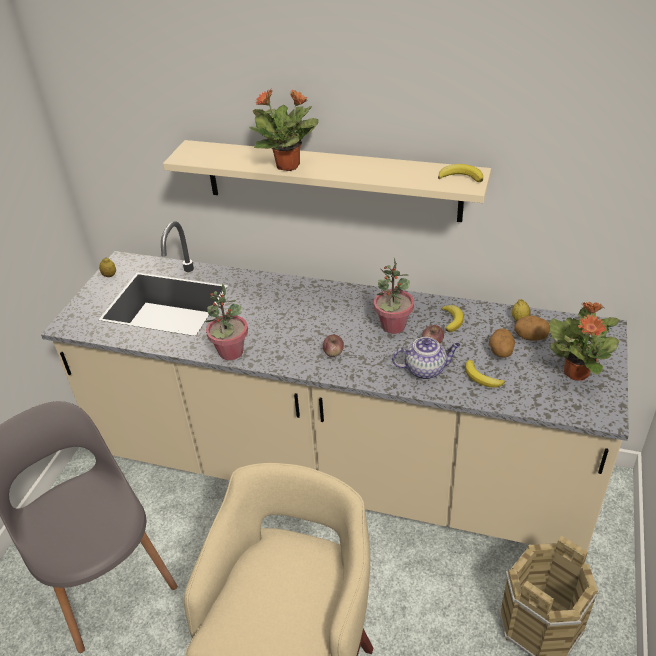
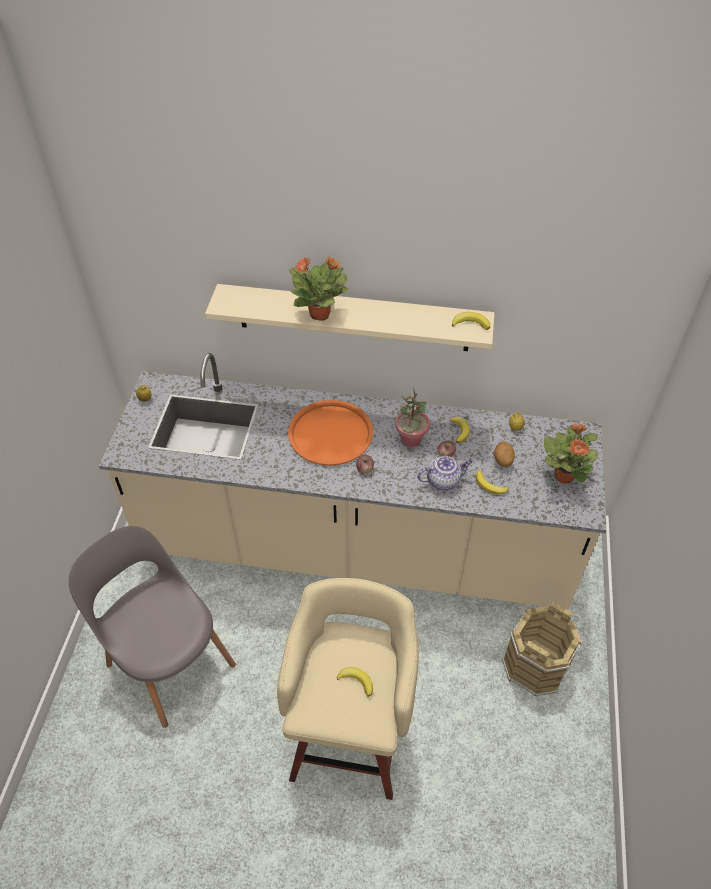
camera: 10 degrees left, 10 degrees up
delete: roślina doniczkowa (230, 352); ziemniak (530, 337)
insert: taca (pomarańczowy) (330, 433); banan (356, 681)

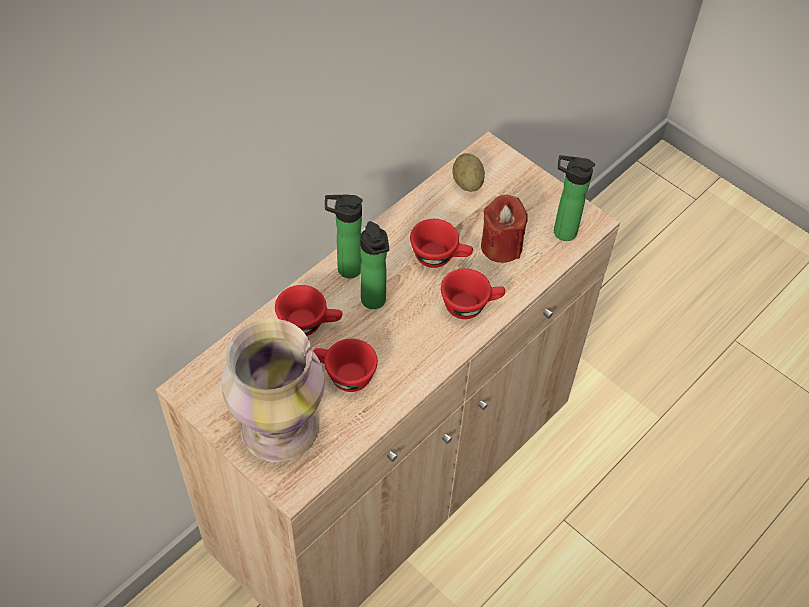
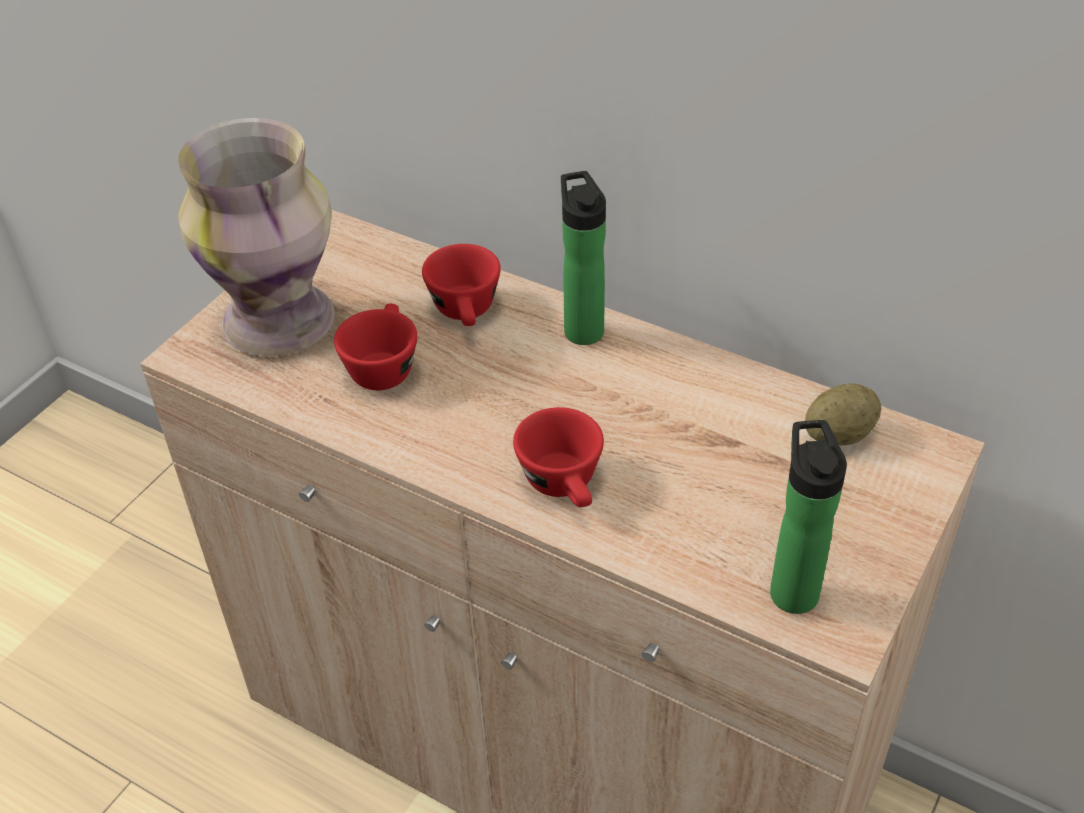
camera: 80 degrees right, 10 degrees down
delete: butelka (374, 303); filiżanka (czerwony) (440, 257); świeca (czerwony) (501, 246)

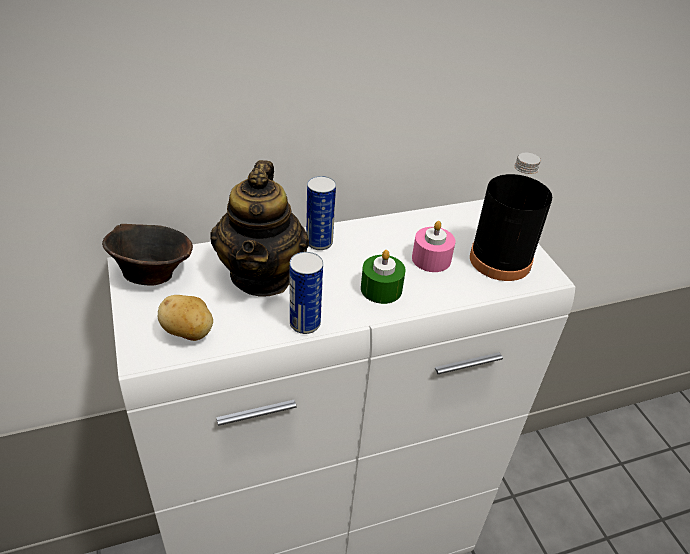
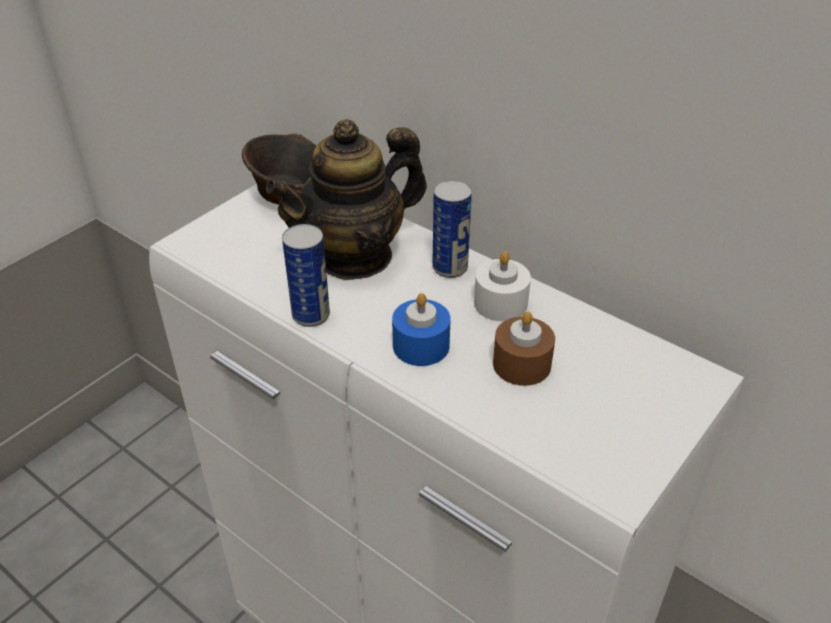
camera: 60 degrees right, 0 degrees up
delete: ziemniak (189, 333); butelka (czarny) (500, 260)
insert: świeca (biały) (500, 303)
recolor: świeca (zielony) (381, 289) to świeca (niebieski) (421, 346); świeca (różowy) (431, 259) to świeca (brązowy) (521, 364)

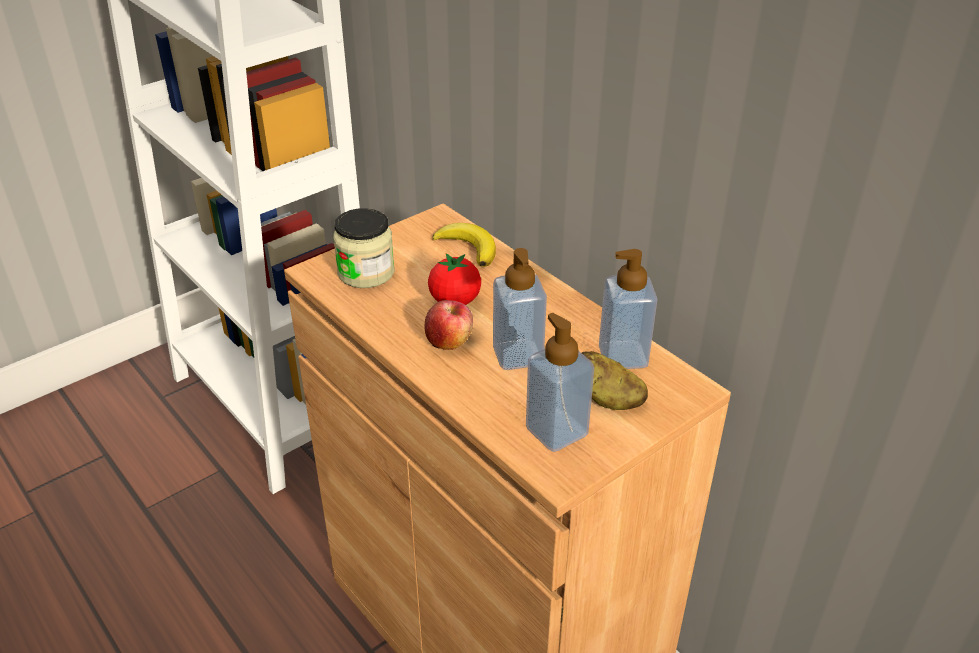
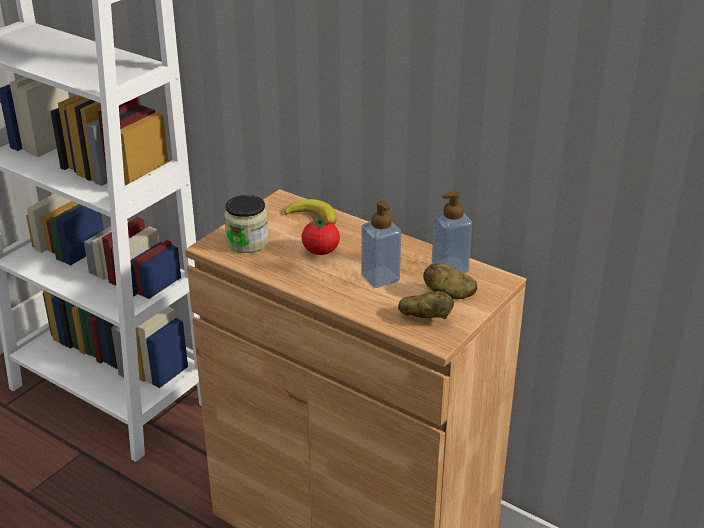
camera: 15 degrees left, 5 degrees down
delete: jabłko (449, 341)
replace: dozownik mydła (556, 431) to ziemniak (425, 317)

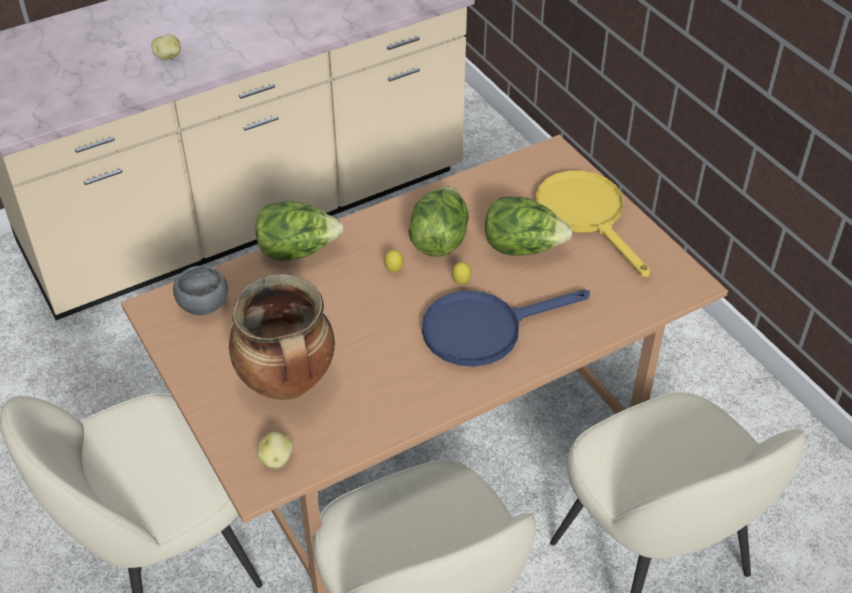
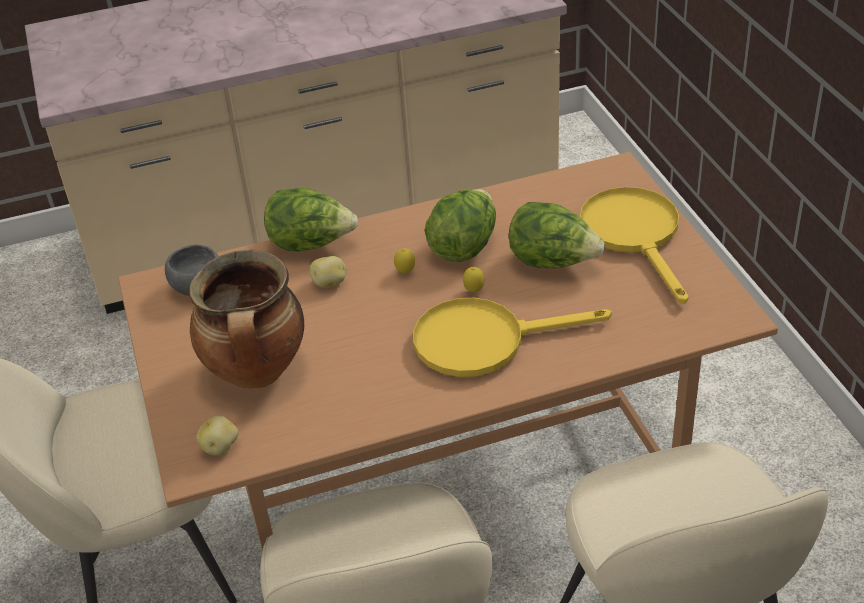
camera: 15 degrees right, 5 degrees down
move: ziemniak (168, 57) to (330, 283)
recolor: patelnia (niebieski) (484, 329) to patelnia (żółty) (484, 340)

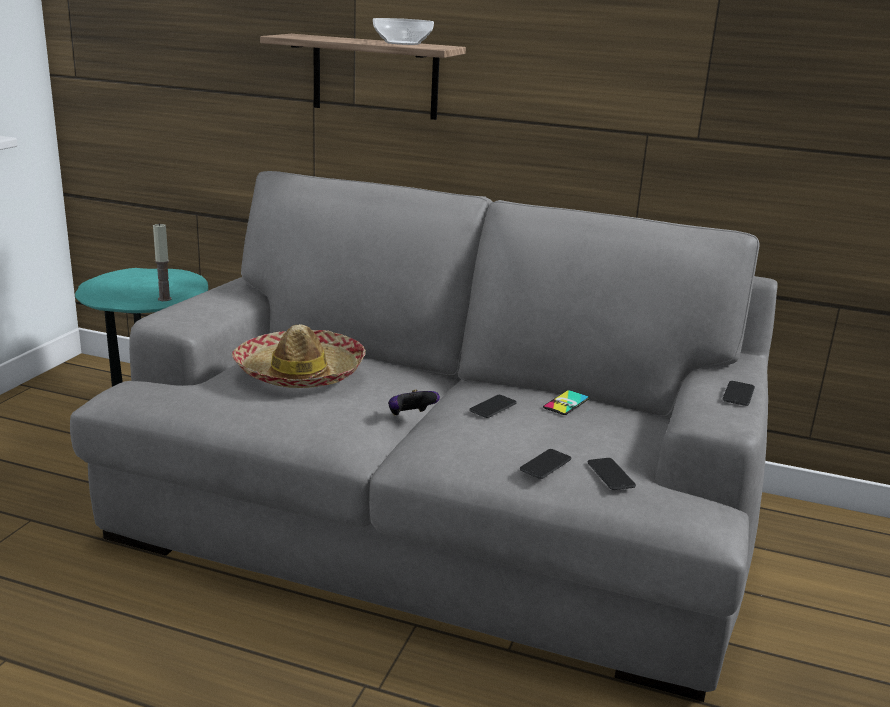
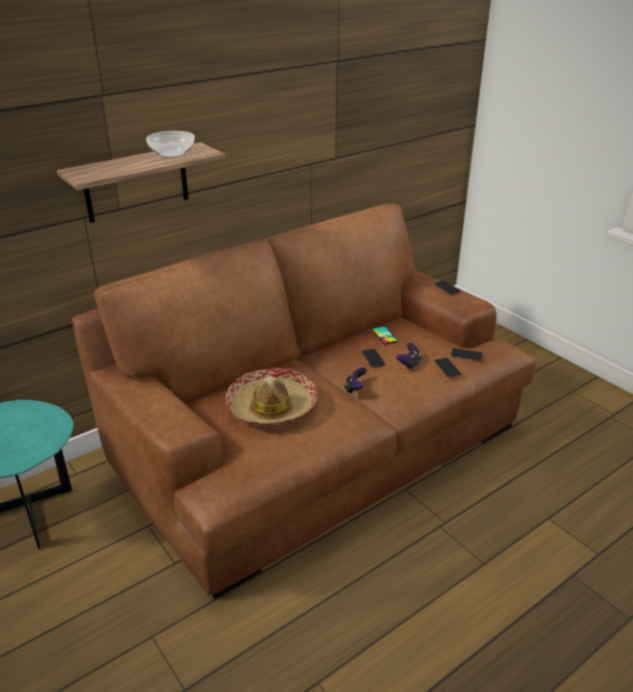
camera: 55 degrees left, 10 degrees up
delete: świeca (164, 299)
insert: pad do gier (409, 364)
recolor: kanapa (szary) (437, 516) to kanapa (brązowy) (315, 441)

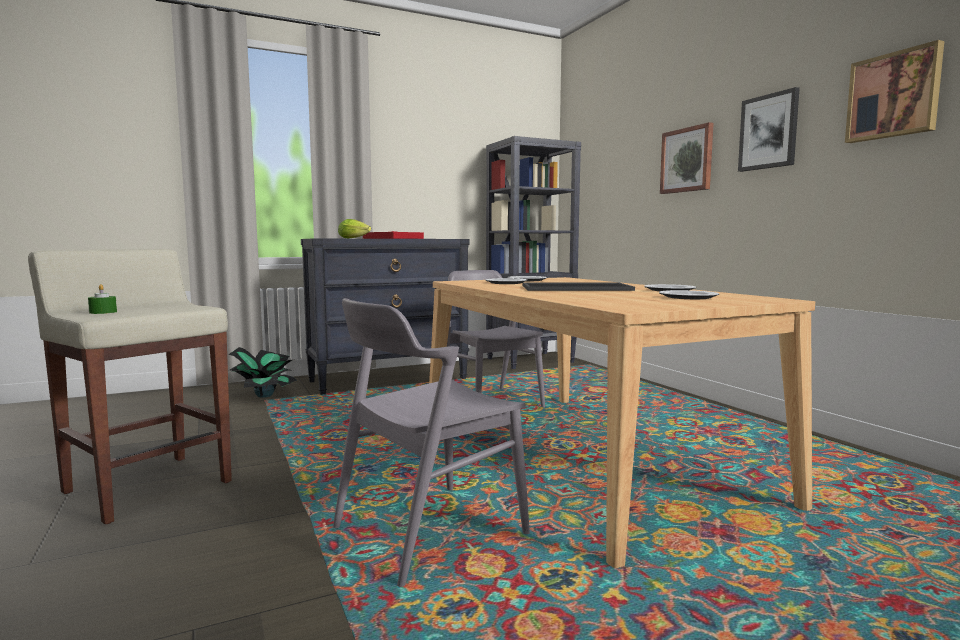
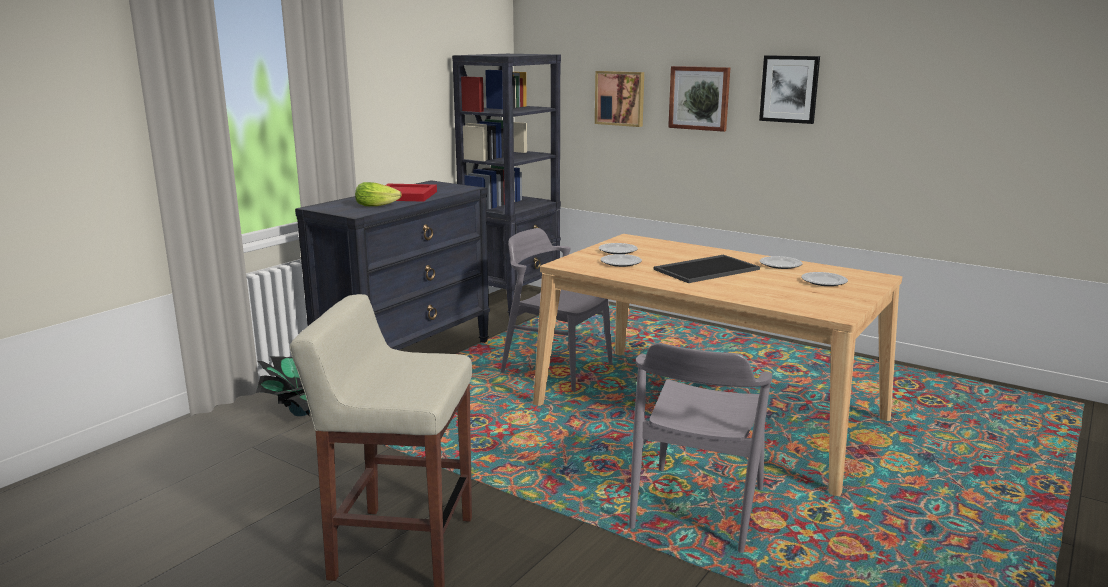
camera: 30 degrees left, 10 degrees up
delete: świeca (zielony) (103, 312)
move: obraz (894, 95) to (620, 98)

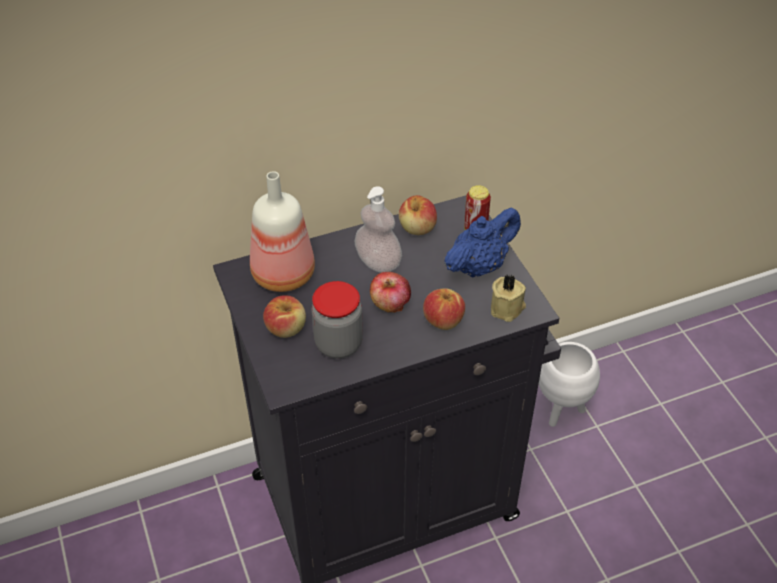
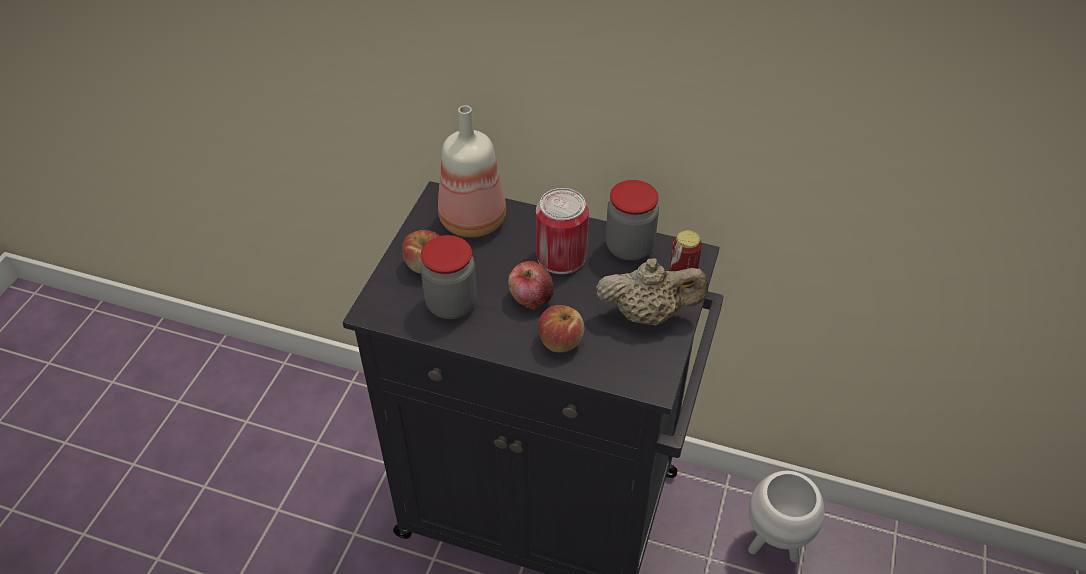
camera: 40 degrees right, 0 degrees up
delete: świeca (beżowy) (508, 308)
replace: dozownik mydła (378, 262) to puszka (561, 256); jabłko (417, 228) to słoik (629, 247)
recolor: imbryk (niebieski) (479, 265) to imbryk (beżowy) (648, 314)

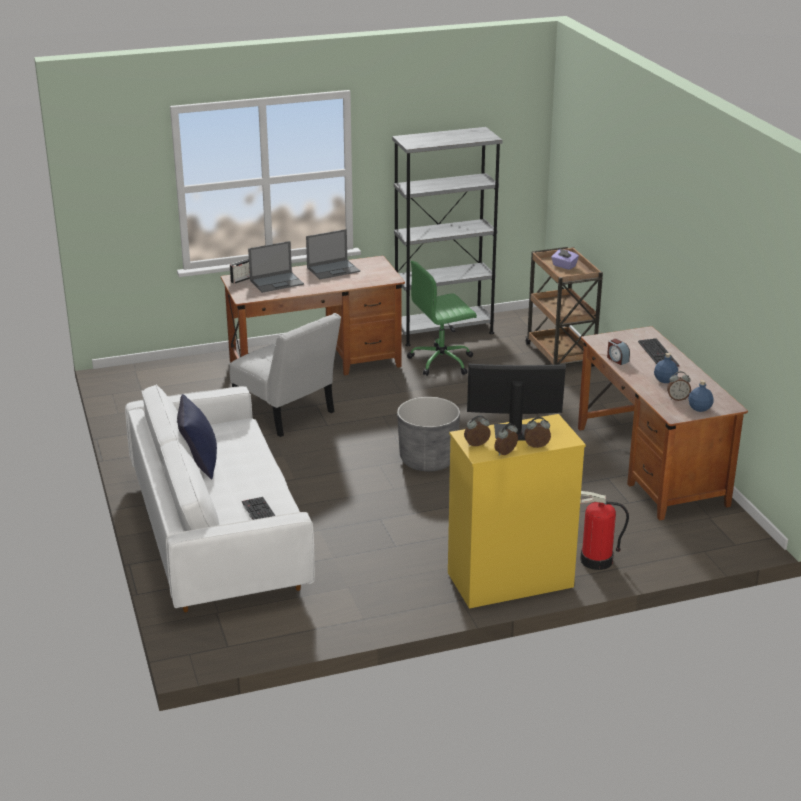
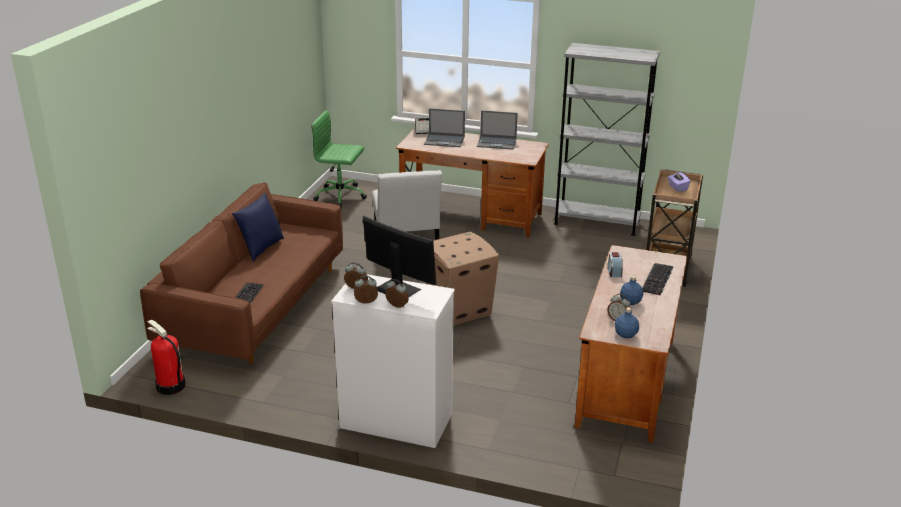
camera: 35 degrees right, 0 degrees up
move: krzesło biurowe (zielony) (442, 361) to (341, 196); gaśnica (596, 560) to (170, 386)
replace: donica (szary) (428, 460) to karton (458, 310)
recolor: kanapa (biały) (219, 534) to kanapa (brązowy) (256, 306); komoda (żółty) (509, 580) to komoda (biały) (395, 421)

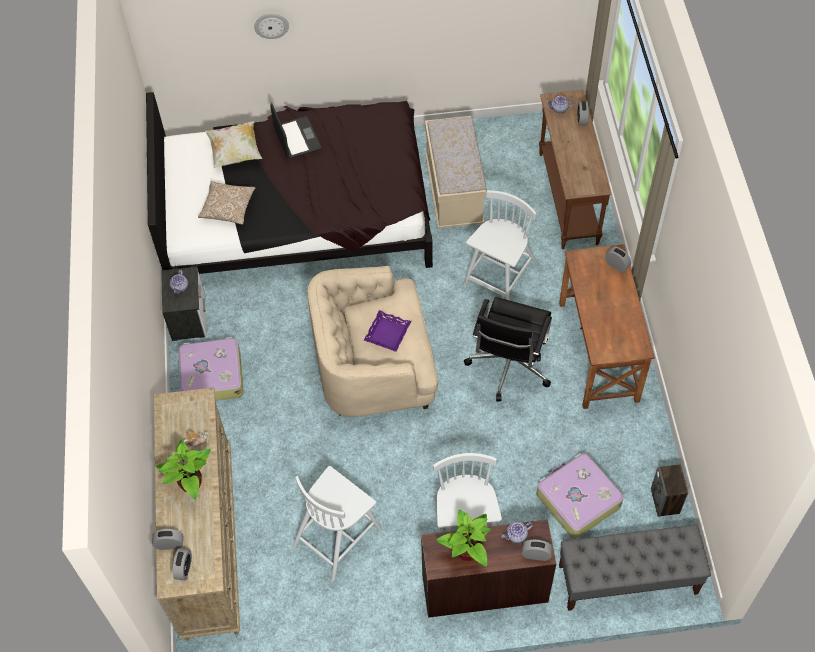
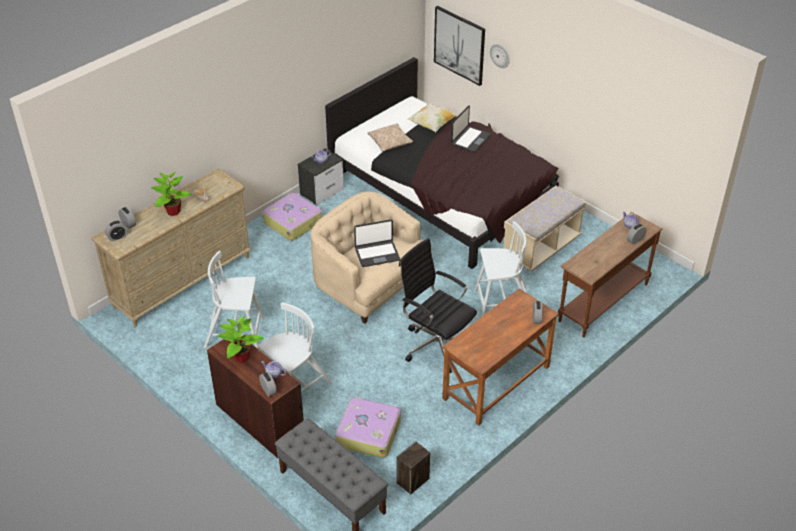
camera: 50 degrees right, 15 degrees down
insert: obraz (459, 45)
replace: taca (fioletowy) (387, 333) to laptop (377, 254)
rotate: krzesło biurowe (czarny) (509, 366) = (436, 344) 60 degrees clockwise

